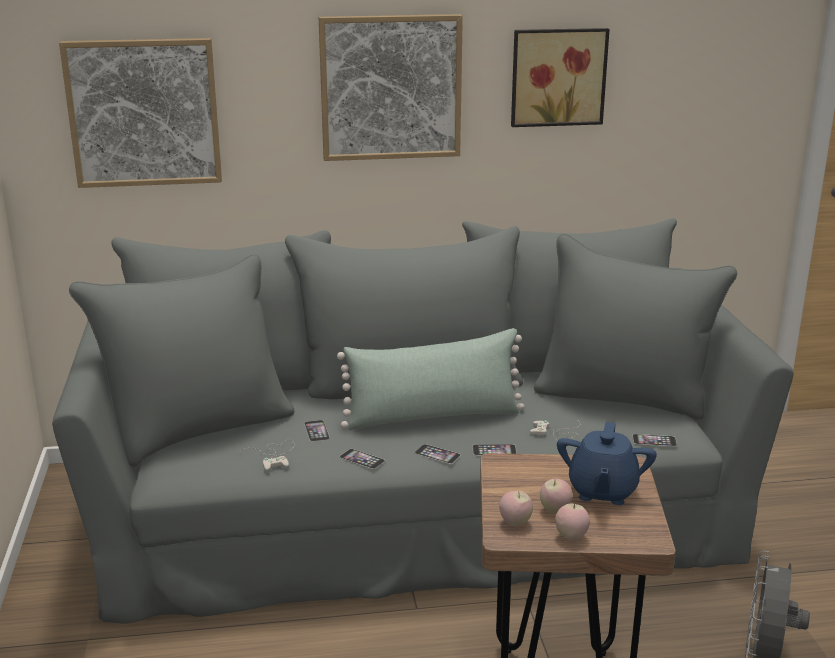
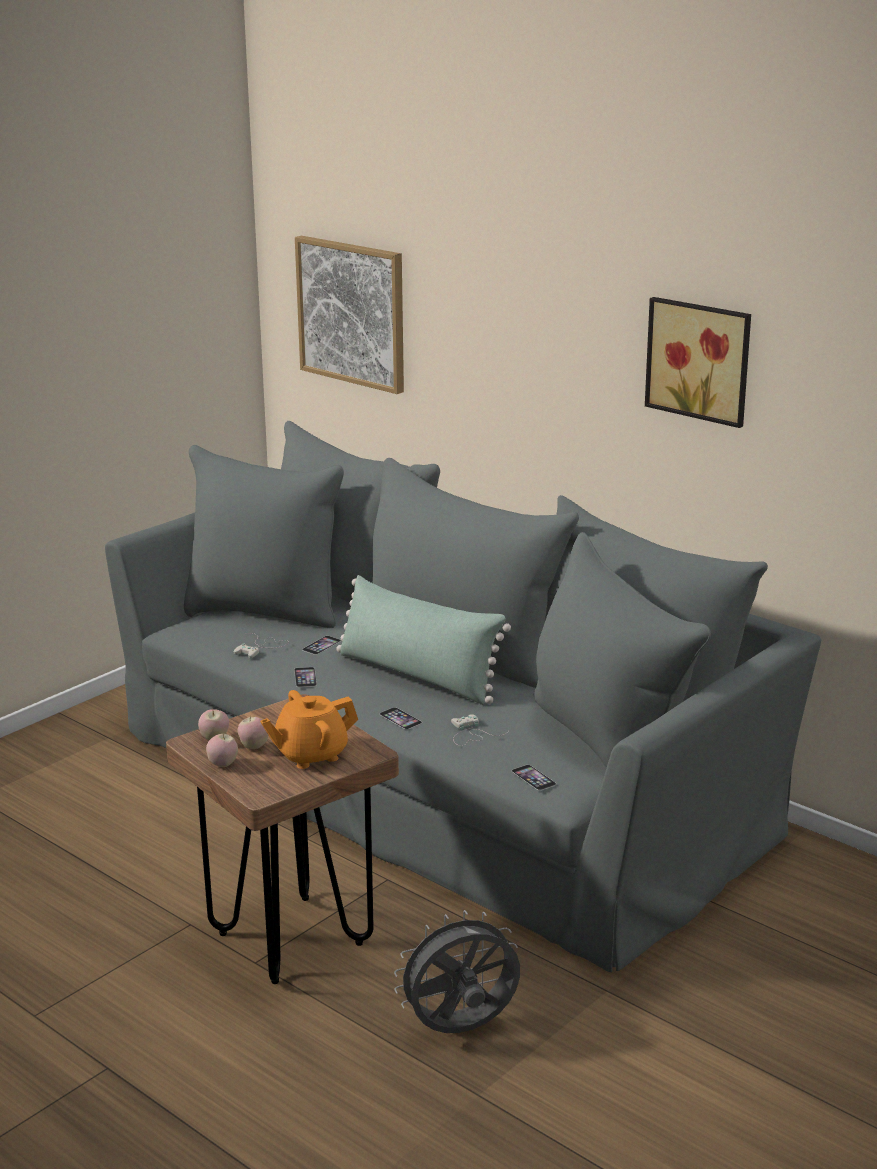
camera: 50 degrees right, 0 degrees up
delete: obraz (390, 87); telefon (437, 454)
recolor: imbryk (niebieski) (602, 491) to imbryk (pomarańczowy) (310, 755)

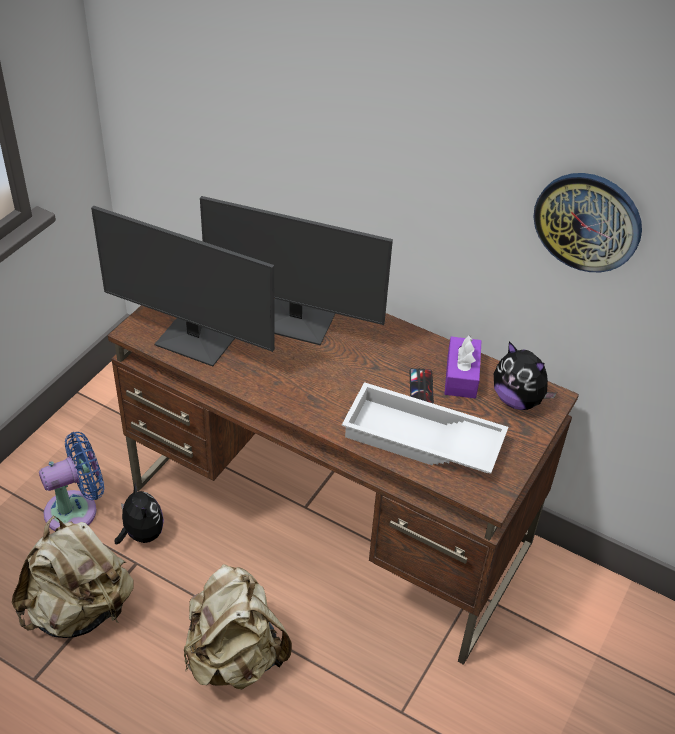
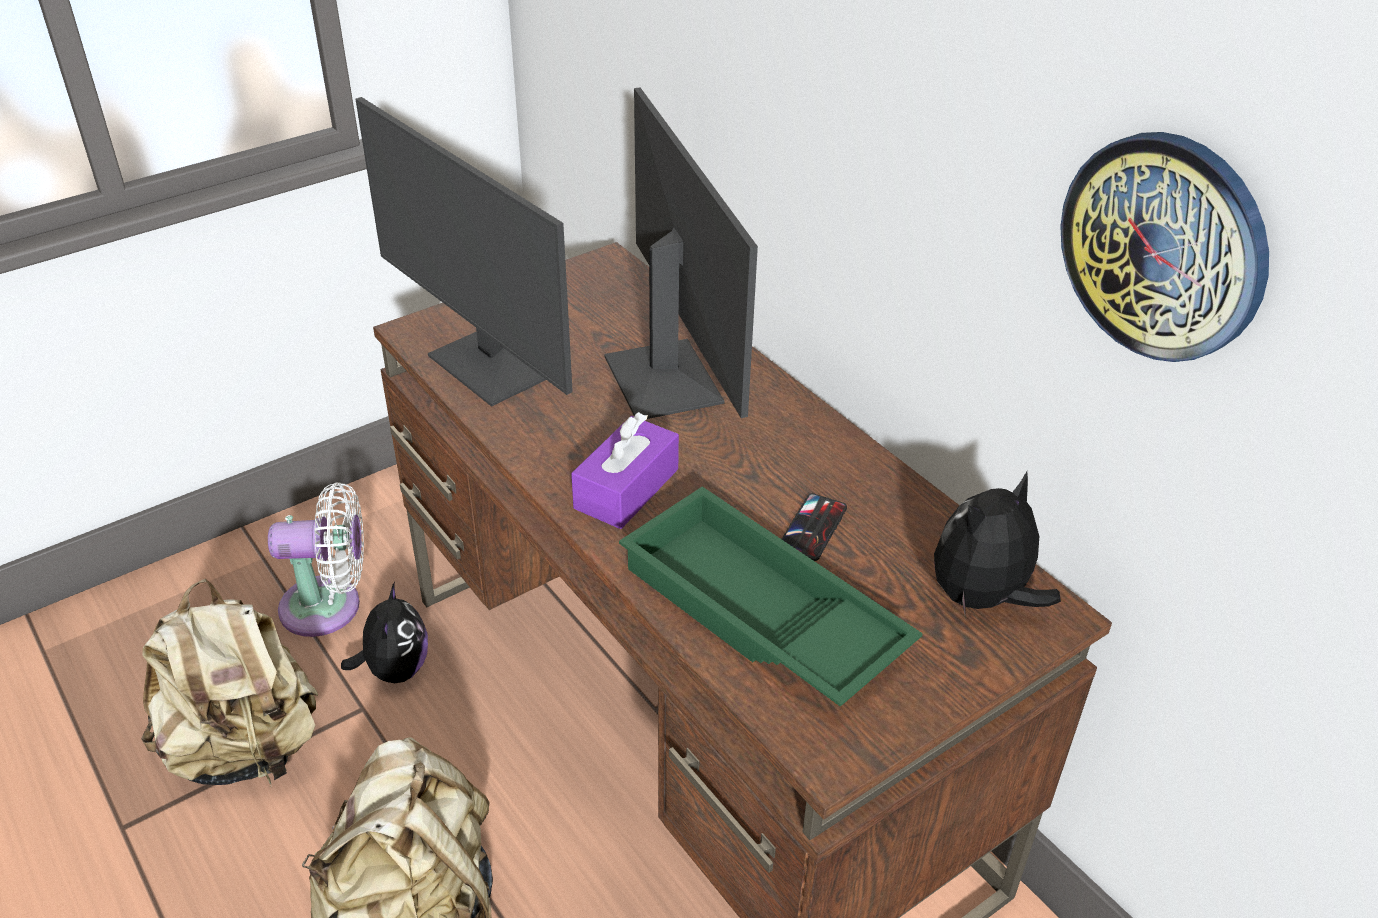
camera: 25 degrees right, 5 degrees down
move: pudełko chusteczek (fioletowy) (461, 376) to (626, 488)
recolor: wentylator (niebieski) (76, 510) to wentylator (biały) (329, 606); taca (biały) (420, 440) to taca (zielony) (757, 614)
rotate: monitor (297, 322) = (666, 378) 150 degrees counterclockwise; pluszak (518, 400) = (982, 599) 75 degrees clockwise

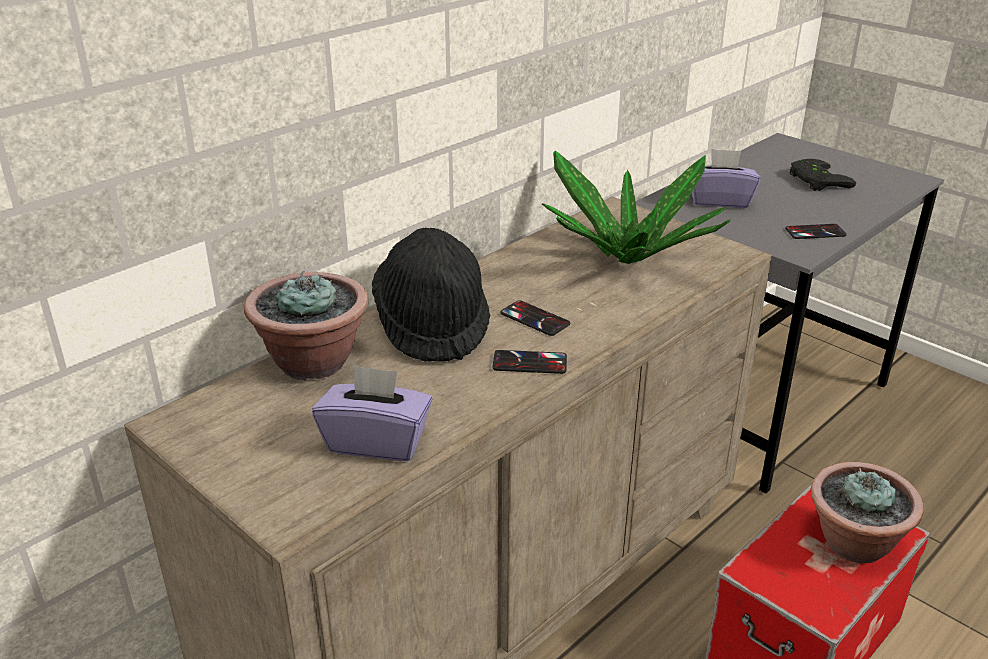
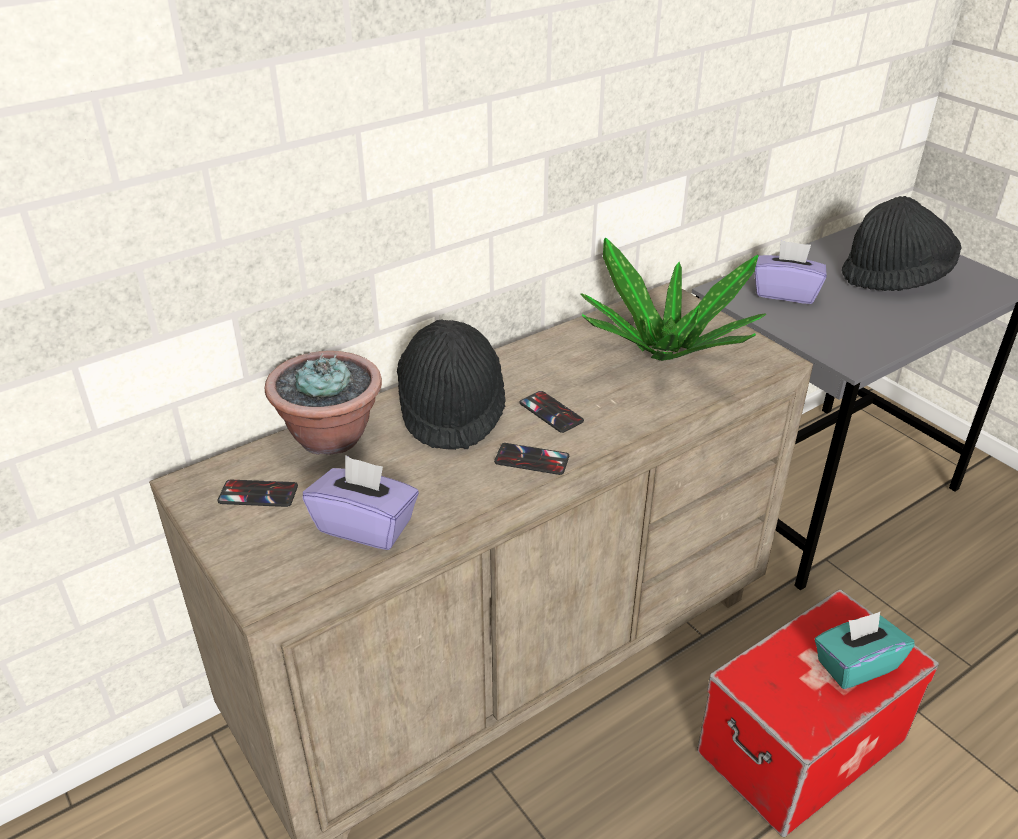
camera: 10 degrees right, 5 degrees up
move: telefon (815, 232) to (258, 494)
replace: pad do gier (czarny) (815, 180) to kapelusz (czarny) (895, 277); roślina doniczkowa (854, 544) to pudełko chusteczek (turkusowy) (855, 665)

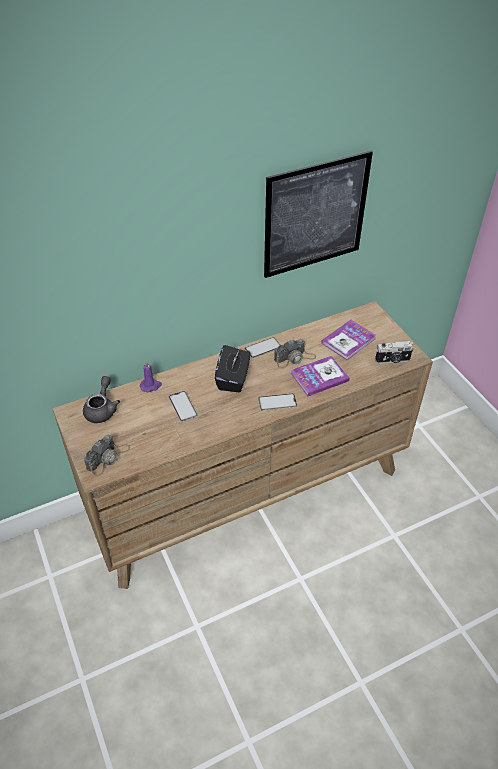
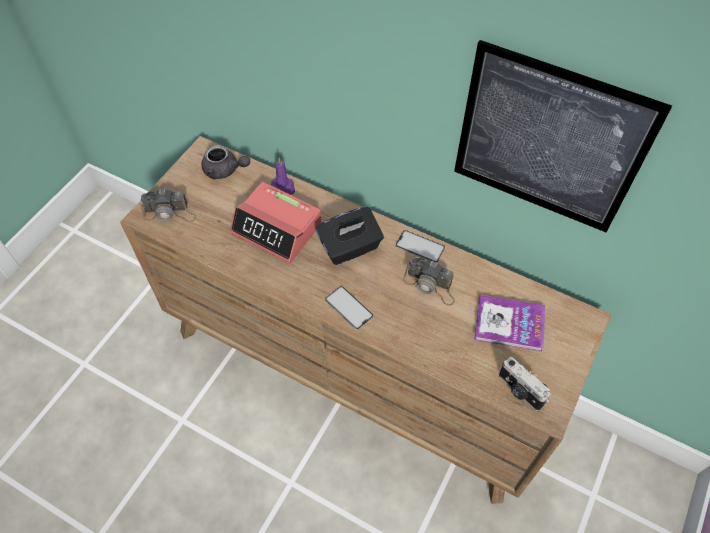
camera: 55 degrees right, 10 degrees up
delete: książka (319, 377)
replace: telefon (183, 406) to budzik (277, 229)
rotate: imbryk (szary) (102, 409) = (225, 170) 45 degrees clockwise

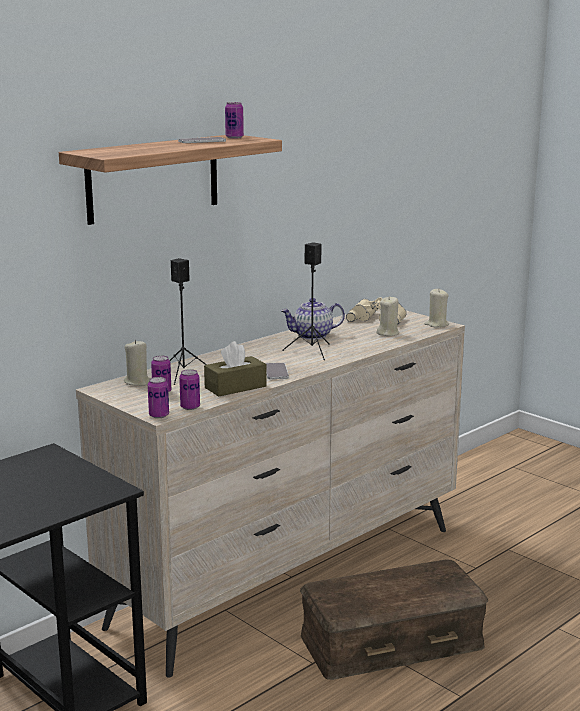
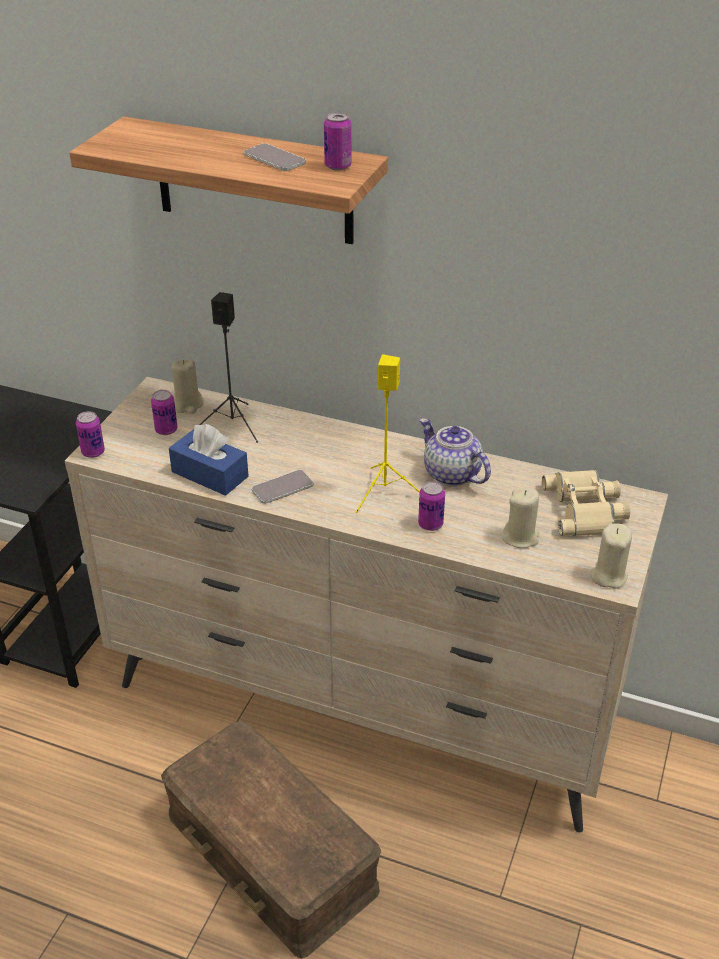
camera: 65 degrees right, 20 degrees up
move: puszka (190, 407) to (430, 524)
recolor: pudełko chusteczek (brązowy) (235, 387) to pudełko chusteczek (niebieski) (210, 474); głośnik (czarny) (312, 351) to głośnik (żółty) (384, 493)

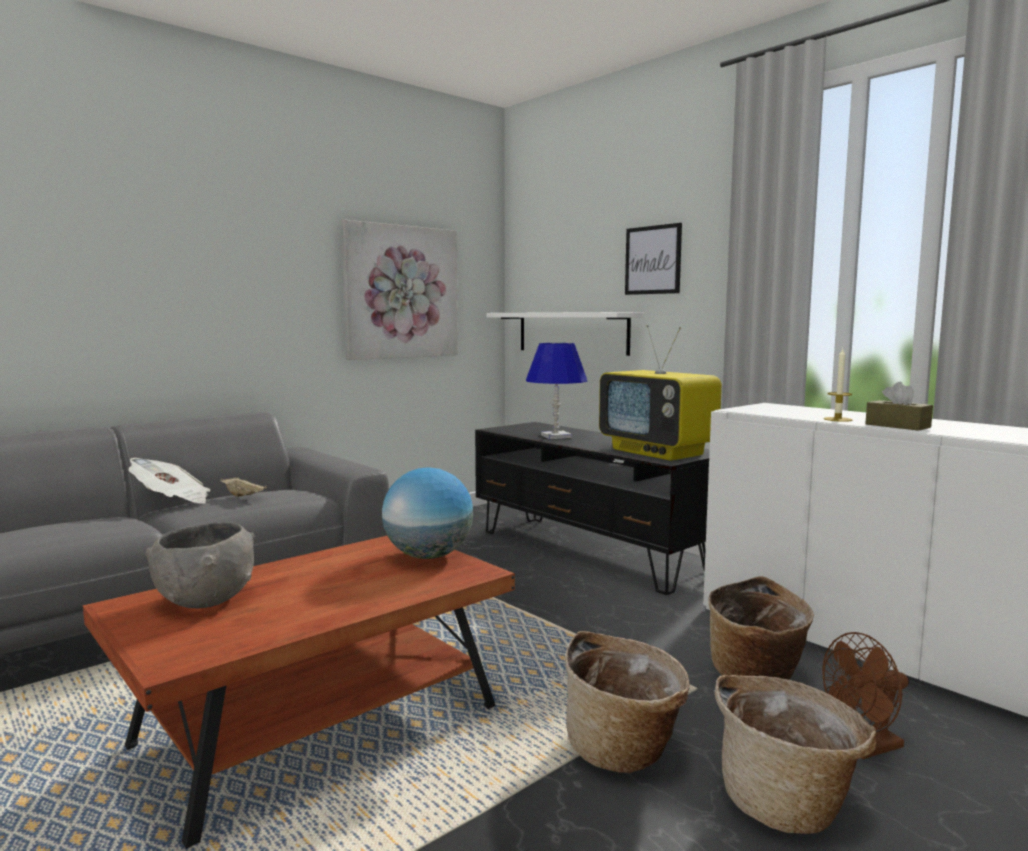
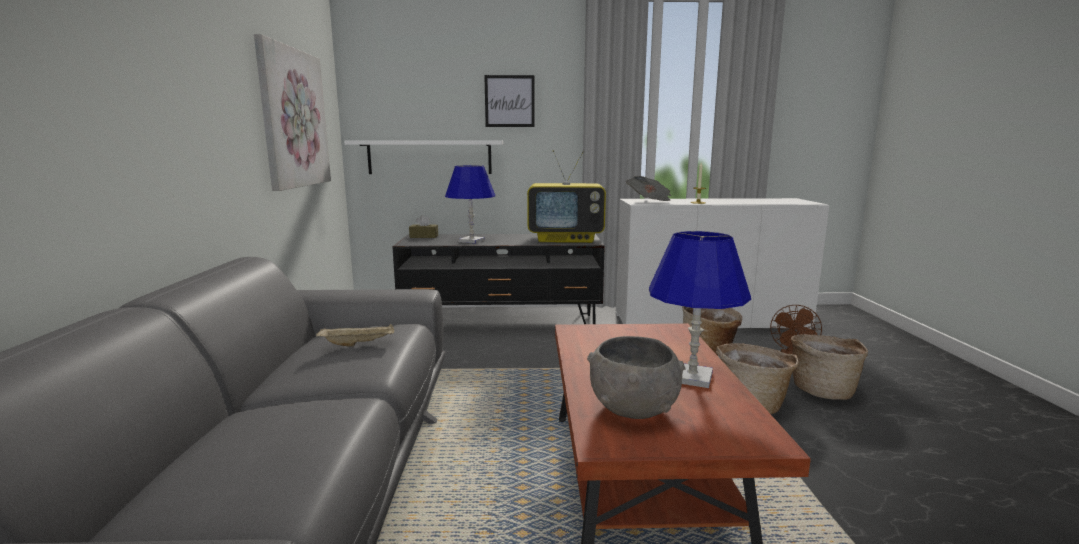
camera: 50 degrees left, 5 degrees up
delete: globus (429, 556)
insert: lampa stołowa (niebieski) (691, 377)
move: gazeta (173, 500) to (650, 202); pudełko chusteczek (brązowy) (897, 426) to (424, 236)

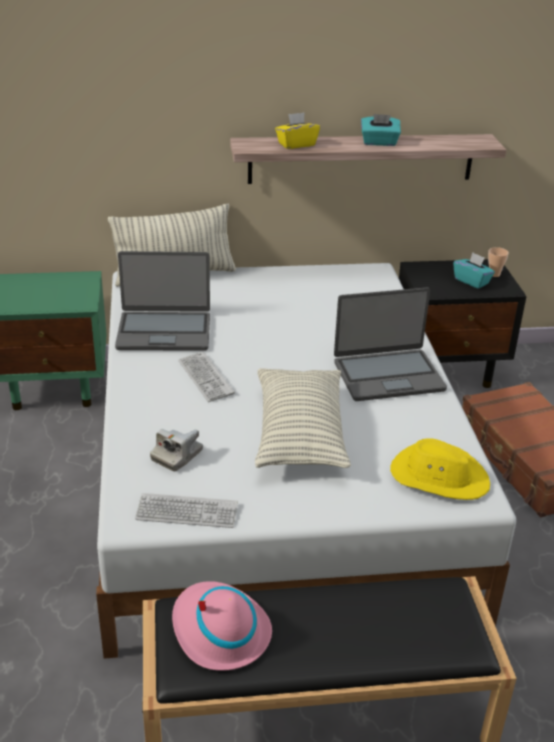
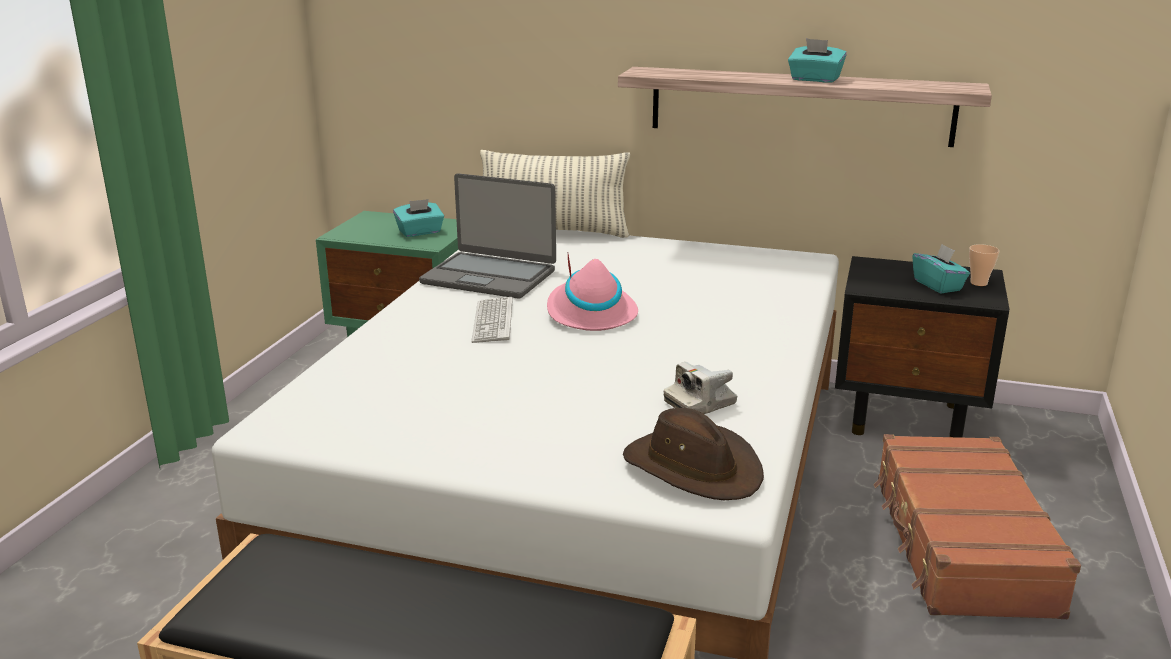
camera: 25 degrees right, 10 degrees down
delete: klawiatura (187, 512); poduszka (299, 434); pudełko chusteczek (żółty) (296, 144); laptop (388, 375)
insert: pudełko chusteczek (turkusowy) (420, 232)
move: aparat fotograficzny (177, 455) to (700, 403); kapelusz (różowy) (219, 631) to (590, 313)
recolor: kapelusz (żółty) (438, 476) to kapelusz (brązowy) (693, 467)

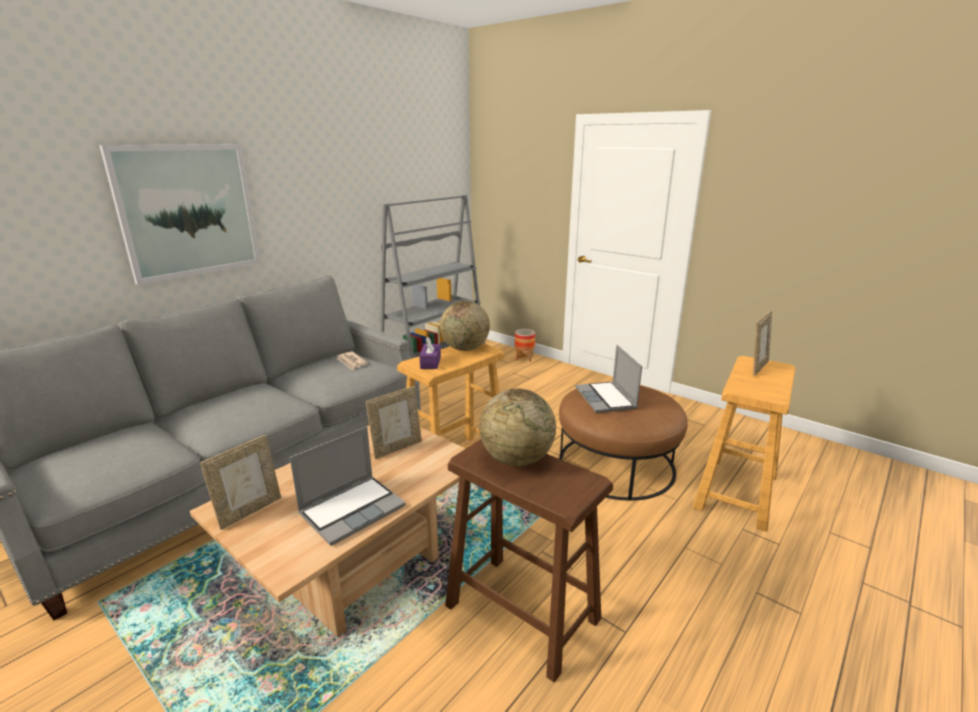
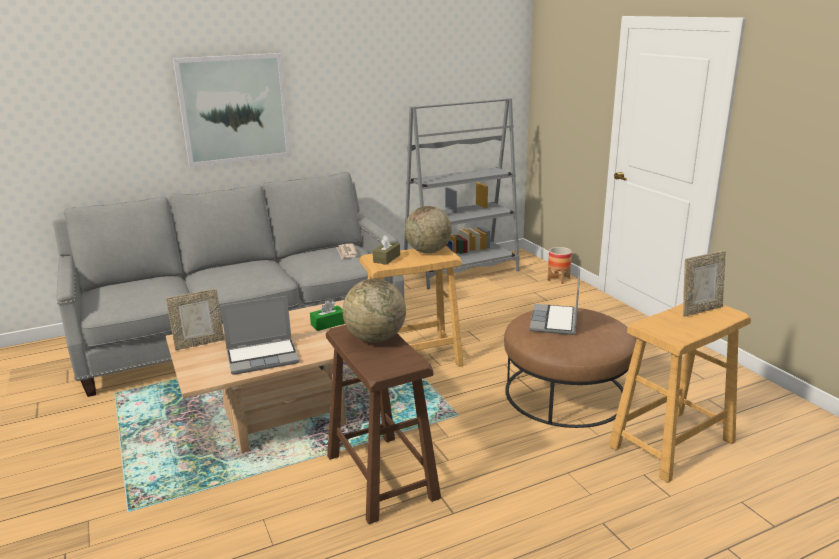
camera: 25 degrees right, 0 degrees up
replace: ramka na zdjęcie (397, 448) to pudełko chusteczek (zielony) (328, 324)
recolor: pudełko chusteczek (fioletowy) (430, 362) to pudełko chusteczek (brązowy) (386, 258)

